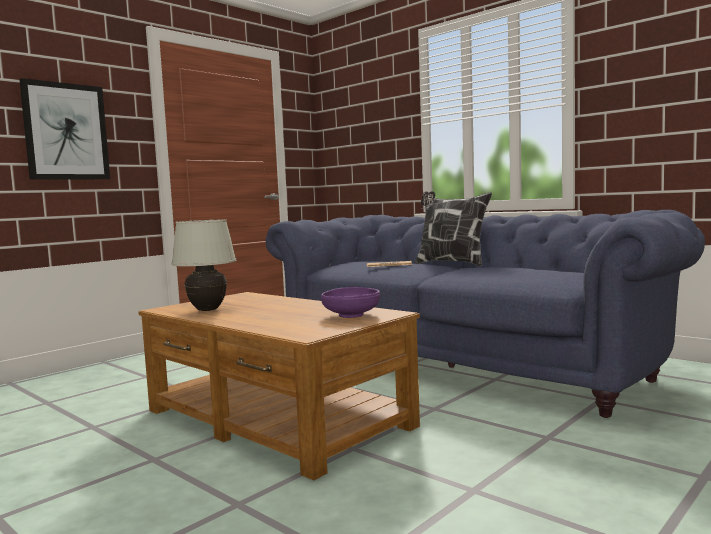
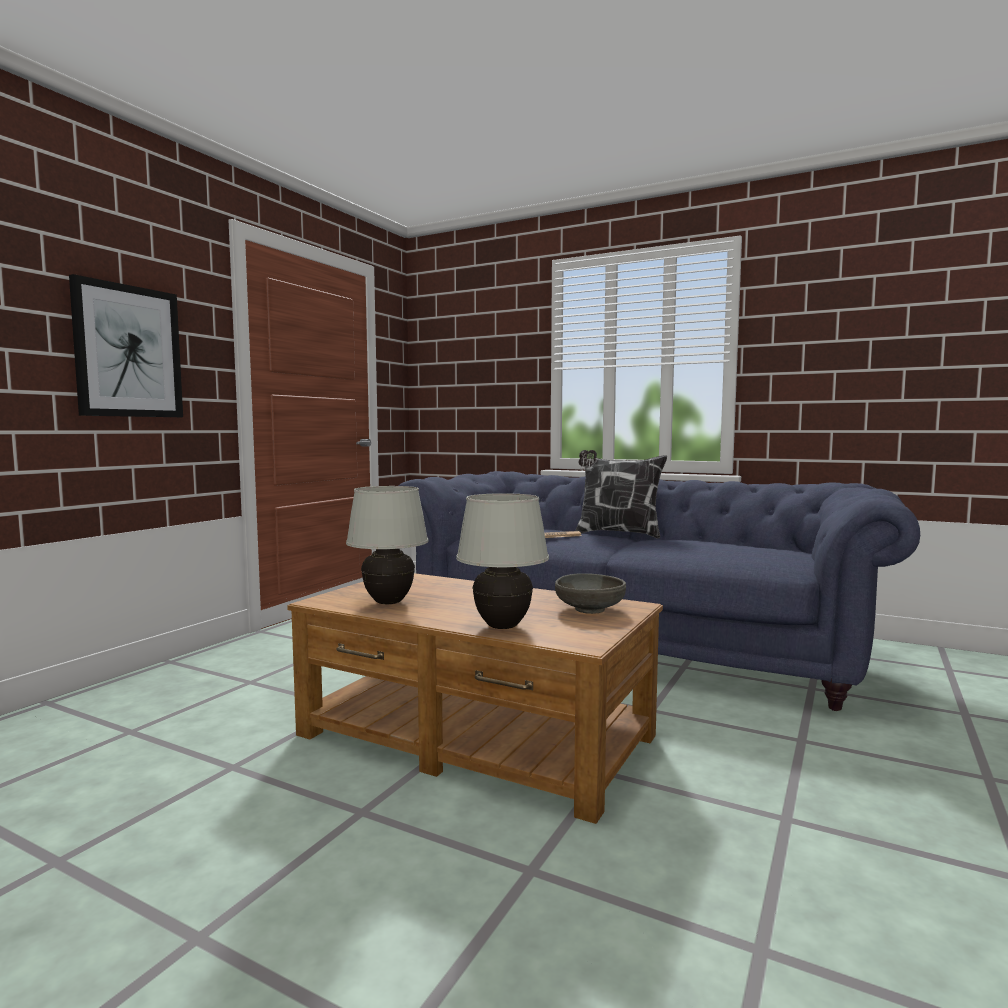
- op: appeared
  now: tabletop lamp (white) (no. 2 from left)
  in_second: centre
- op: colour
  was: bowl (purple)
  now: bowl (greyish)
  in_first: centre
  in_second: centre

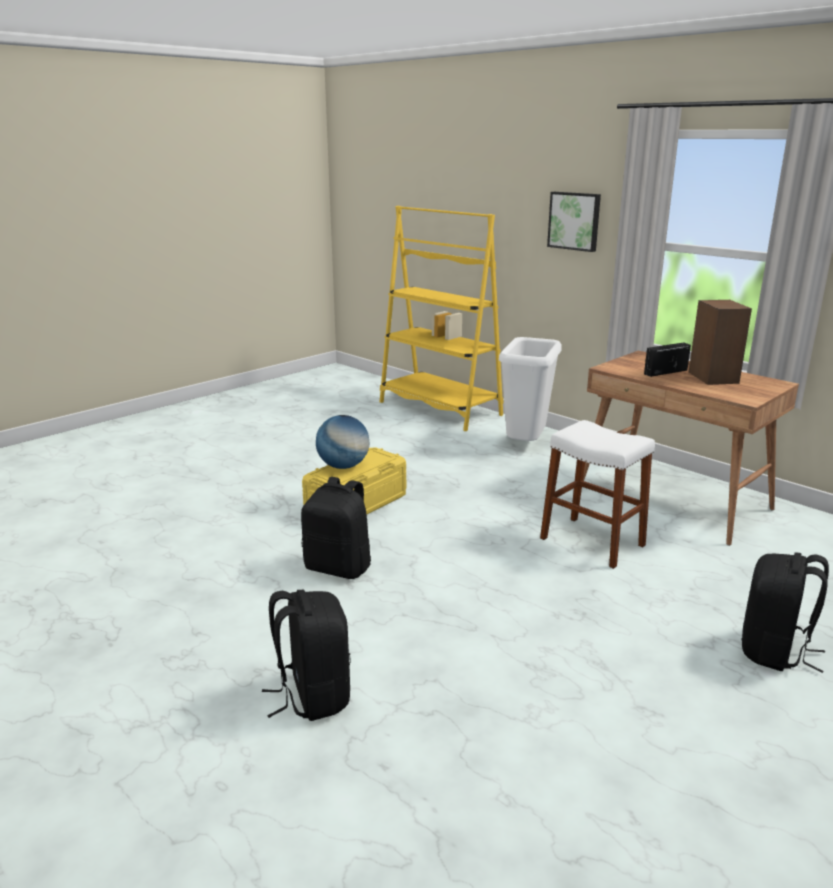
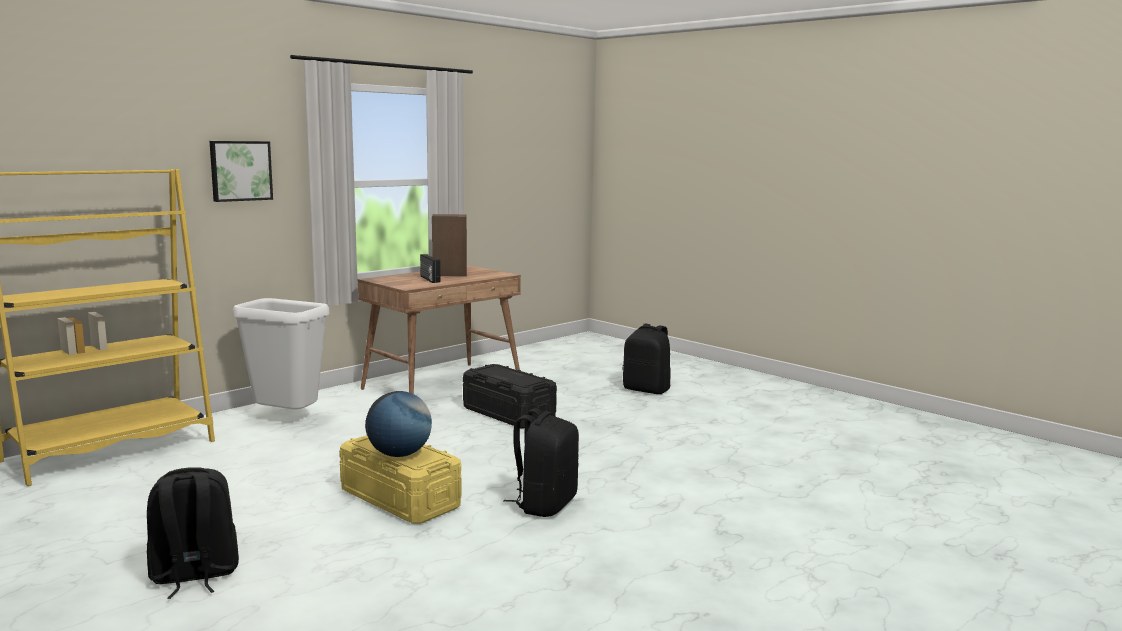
- op: relocated
  was: backpack (blackish) (no. 1 from left)
  in_first: bottom centre
  in_second: bottom left
- op: exchanged
  was: sitting stool (white)
  now: storage bin (blackish)
  in_first: middle right
  in_second: centre

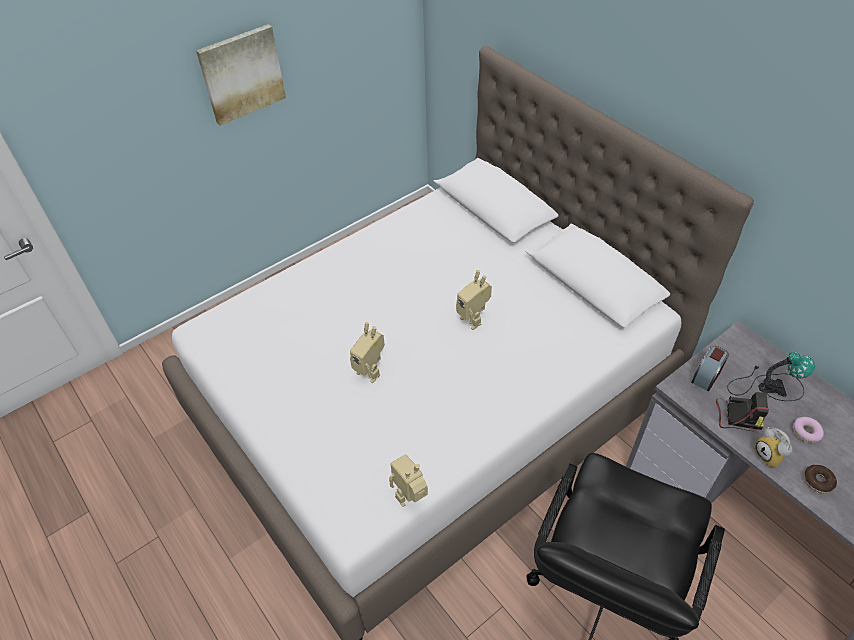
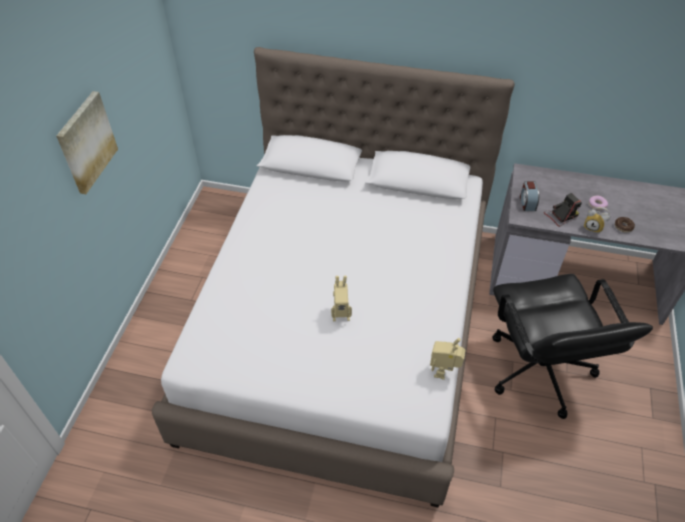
- op: missing
  was: model robot (no. 3 from left)
  in_first: centre
- op: missing
  was: tabletop lamp
  in_first: middle right

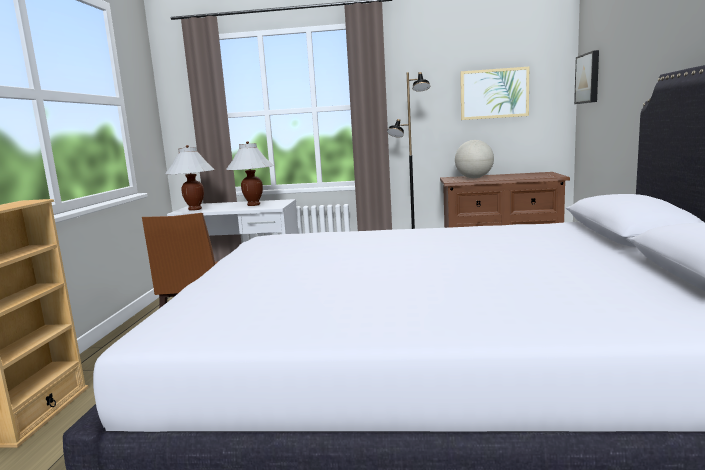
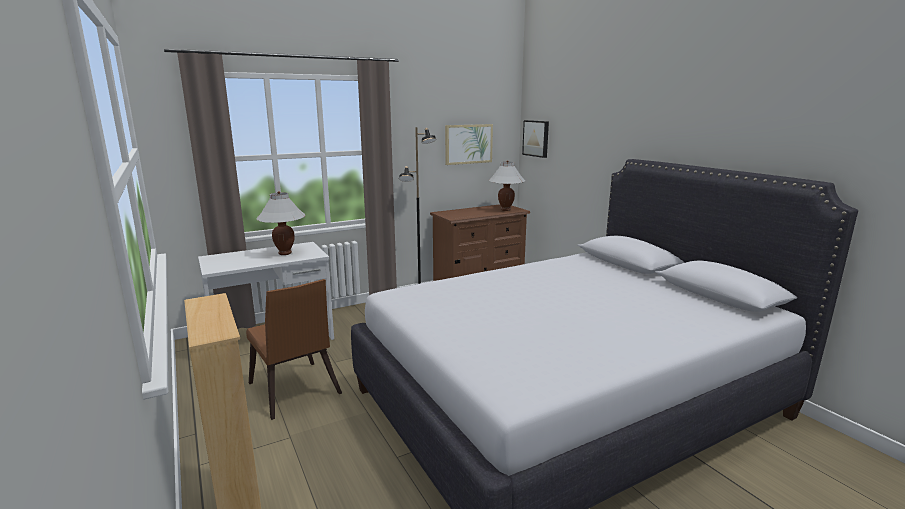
- op: relocated
  was: tabletop lamp (white) (no. 1 from left in the first image)
  now: tabletop lamp (white) (no. 2 from left)
  in_first: middle left
  in_second: centre
- op: missing
  was: desk globe
  in_first: middle right

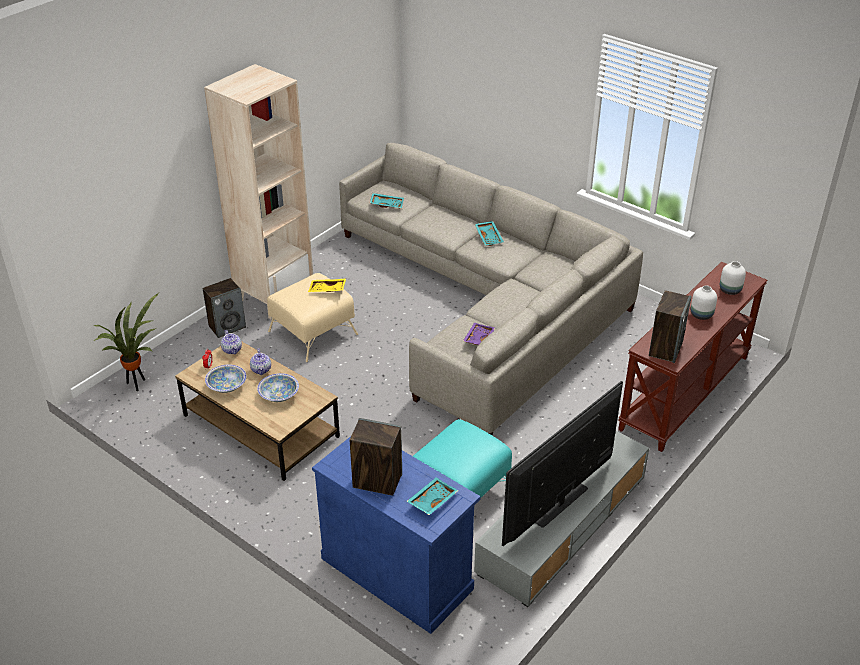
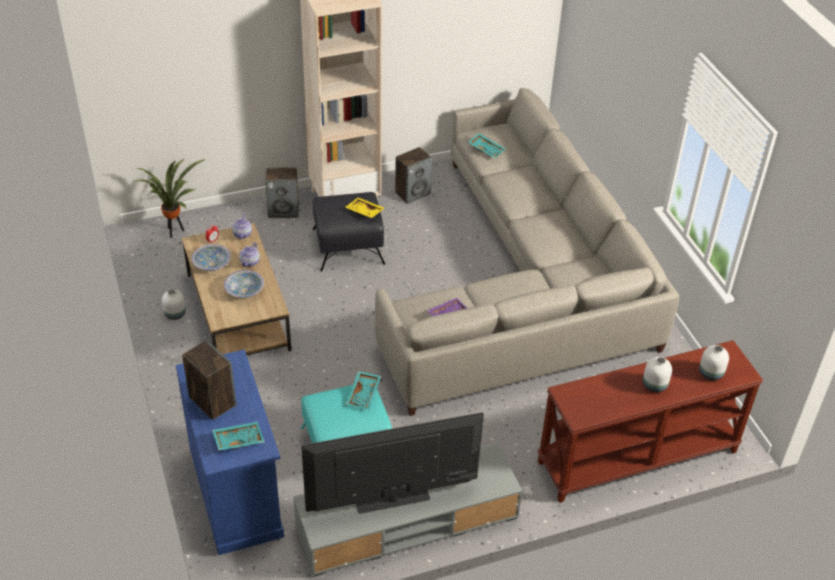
- op: appeared
  now: flower vase (white) (no. 1 from left)
  in_second: middle left
- op: colour
  was: ottoman (sand-coloured)
  now: ottoman (blackish)
  in_first: centre
  in_second: centre
- op: relocated
  was: serving tray (turquoise-coloured) (no. 3 from left in the first image)
  now: serving tray (turquoise-coloured) (no. 2 from left)
  in_first: centre
  in_second: bottom centre
- op: relocated
  was: audio speaker (no. 3 from left)
  in_first: middle right
  in_second: top centre

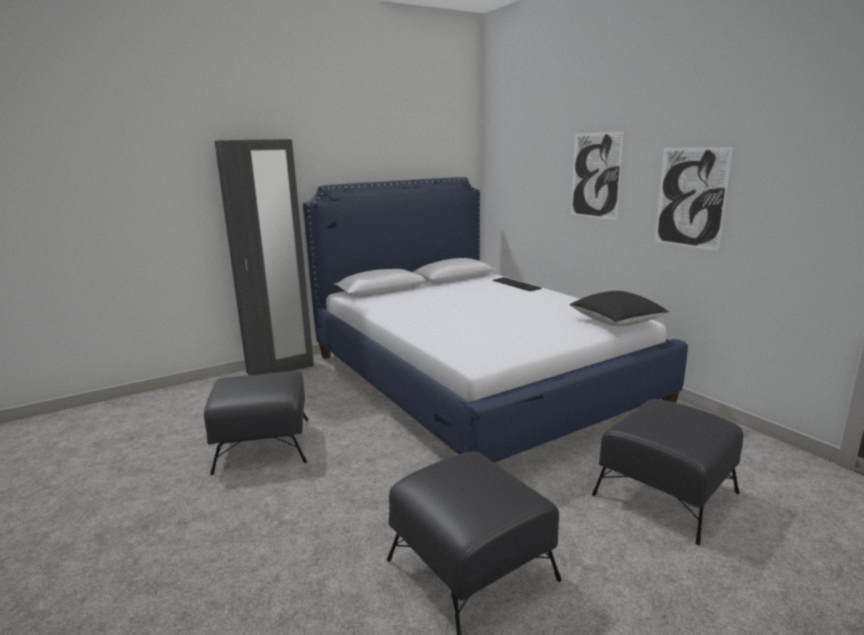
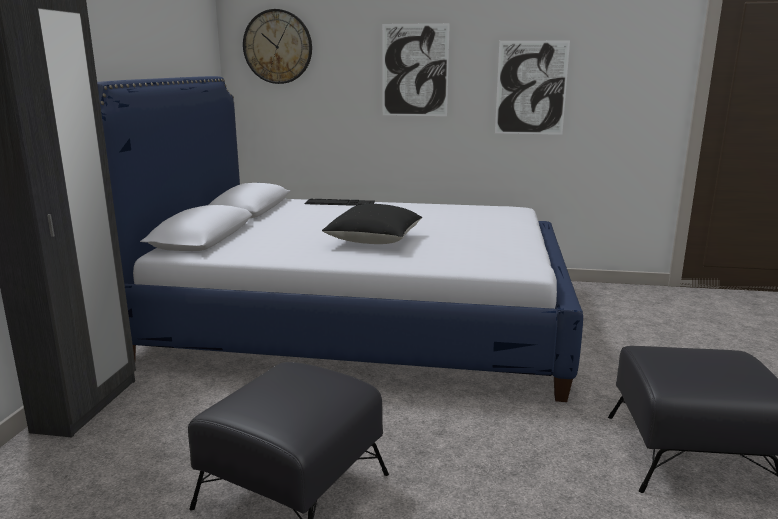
- op: appeared
  now: clock on the wall
  in_second: top centre
- op: relocated
  was: throw pillow (blackish)
  in_first: middle right
  in_second: centre
- op: missing
  was: ottoman (blackish) (no. 3 from left)
  in_first: bottom right

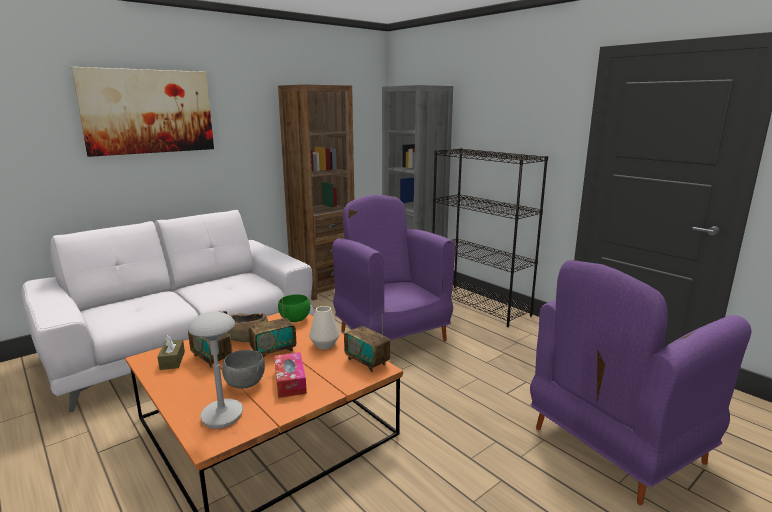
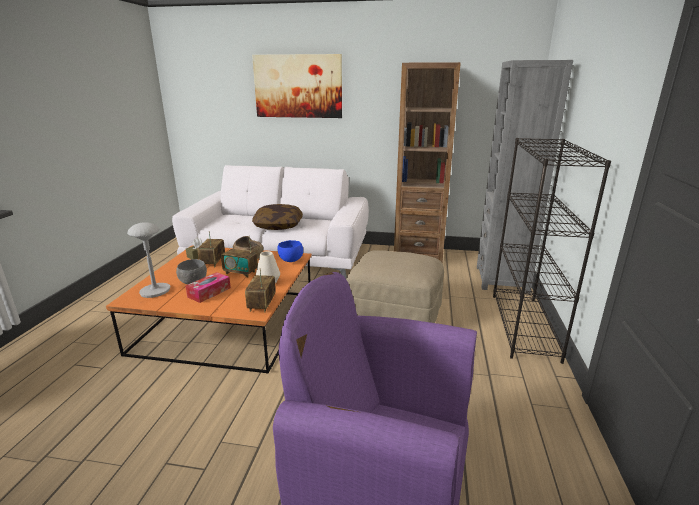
- op: appeared
  now: throw pillow
  in_second: centre
- op: colour
  was: bowl (greenish)
  now: bowl (blue)
  in_first: centre
  in_second: centre
- op: exchanged
  was: armchair (purple) (no. 1 from left)
  now: ottoman (sand-coloured)
  in_first: centre
  in_second: centre

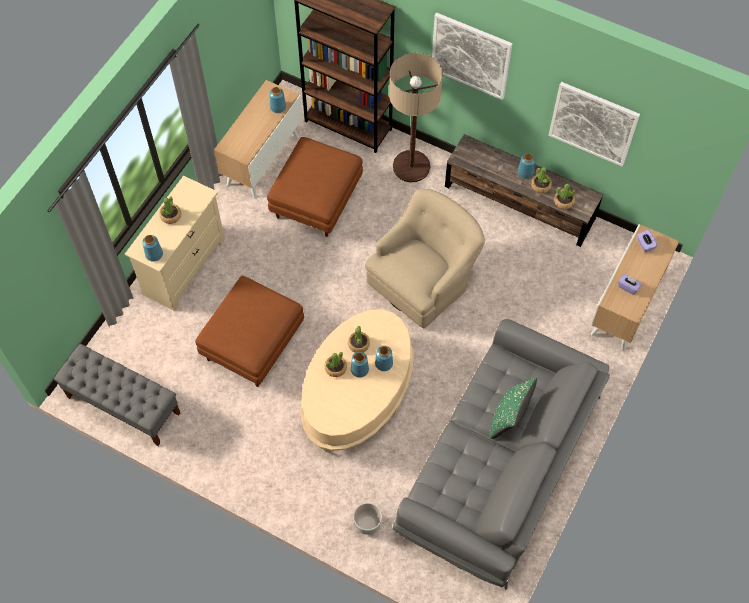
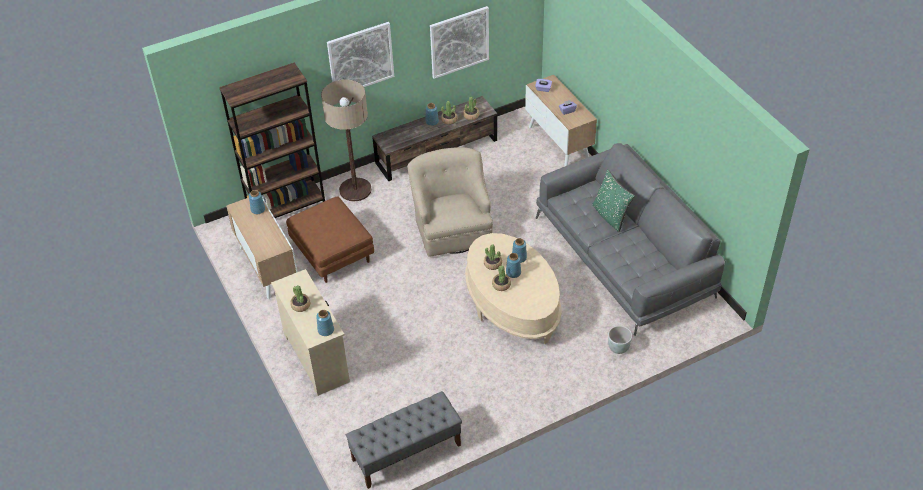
- op: missing
  was: ottoman (brown-coloured) (no. 1 from left)
  in_first: middle left

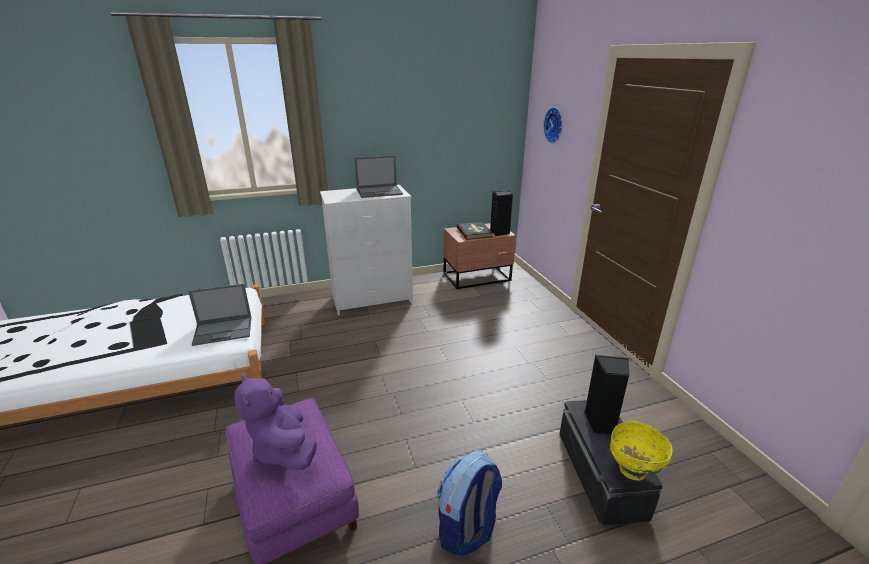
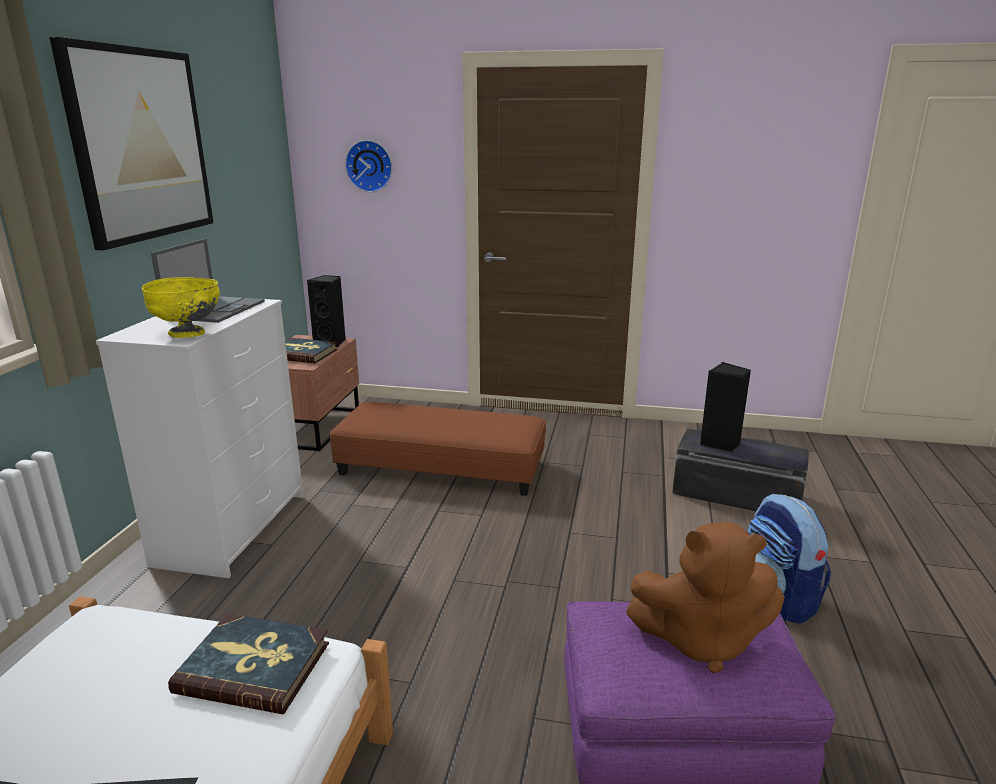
- op: appeared
  now: wall picture
  in_second: top left
- op: relocated
  was: bowl (yellowish)
  in_first: bottom right
  in_second: middle left
- op: exchanged
  was: notebook computer (no. 1 from left)
  now: volume (no. 1 from left)
  in_first: middle left
  in_second: bottom left
- op: appeared
  now: ottoman (brown-coloured)
  in_second: centre
- op: colour
  was: soft toy (purple)
  now: soft toy (brown-coloured)
  in_first: bottom left
  in_second: bottom right

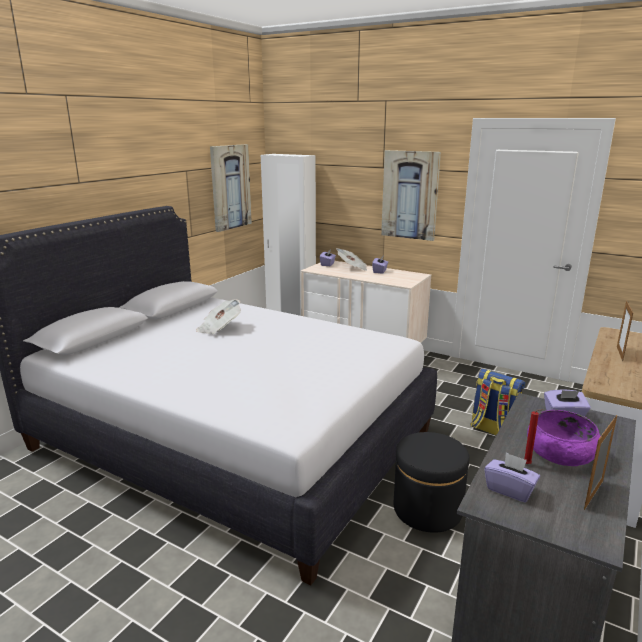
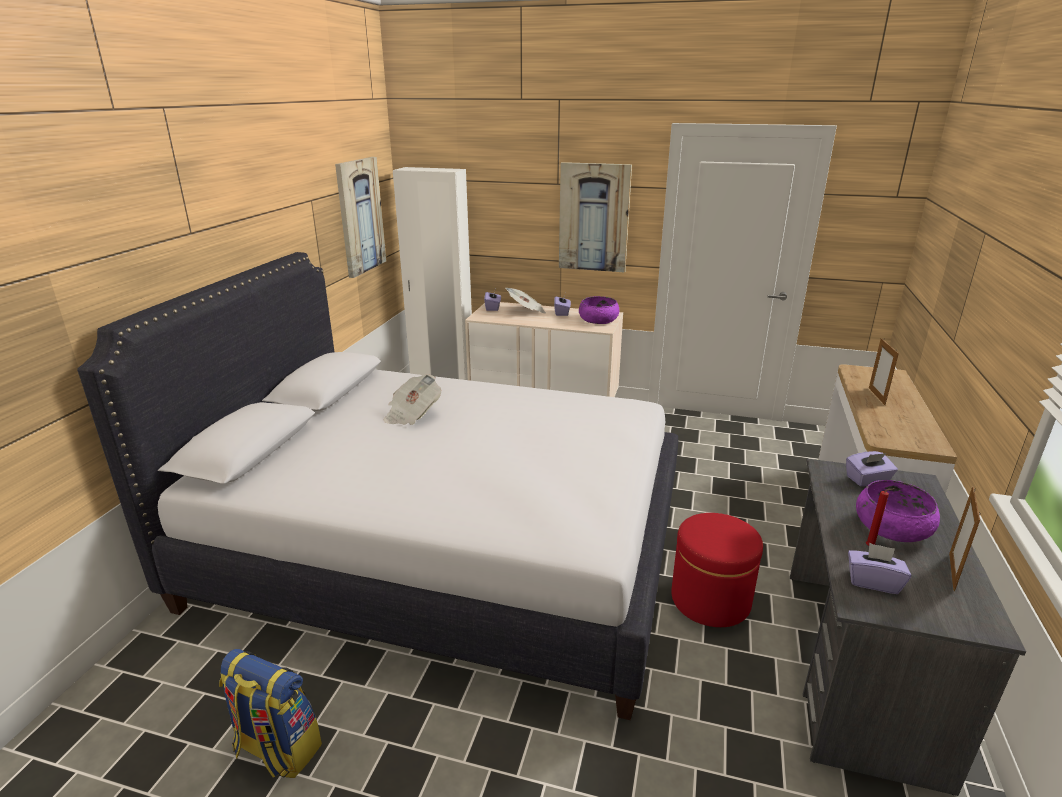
- op: relocated
  was: backpack
  in_first: middle right
  in_second: bottom left
- op: appeared
  now: bowl (purple) (no. 1 from left)
  in_second: centre
- op: colour
  was: ottoman (blackish)
  now: ottoman (reddish)
  in_first: bottom right
  in_second: bottom right

